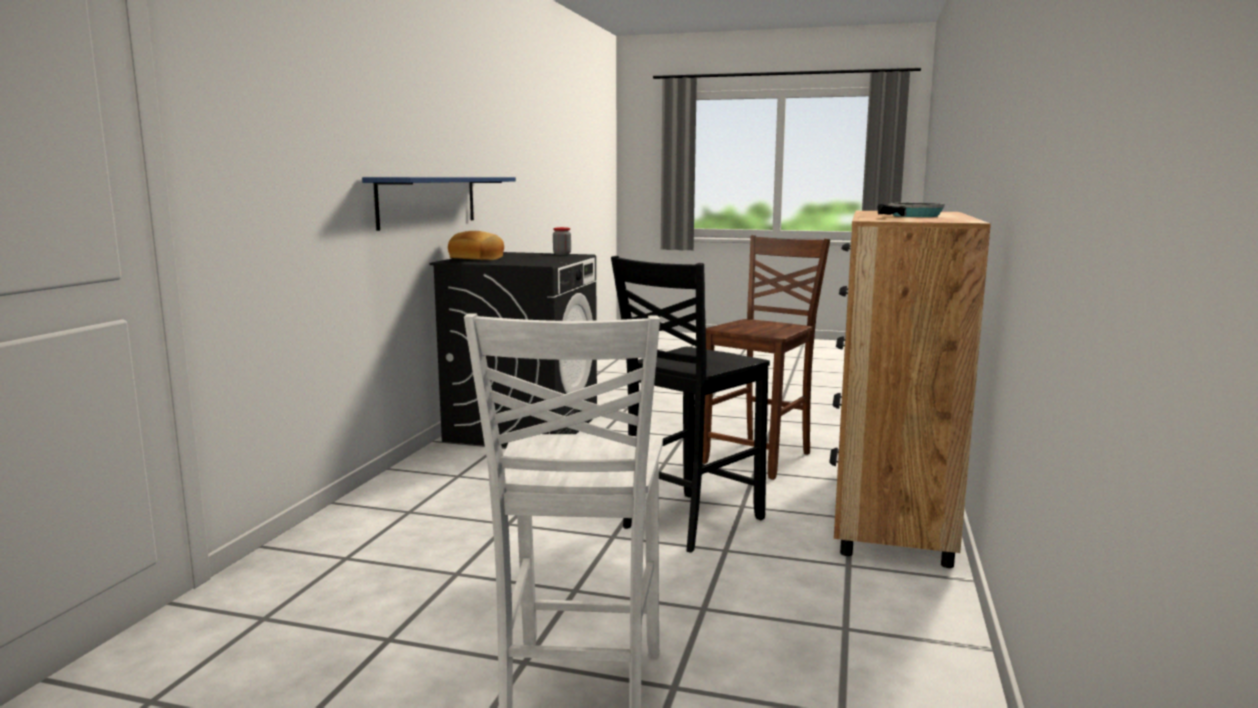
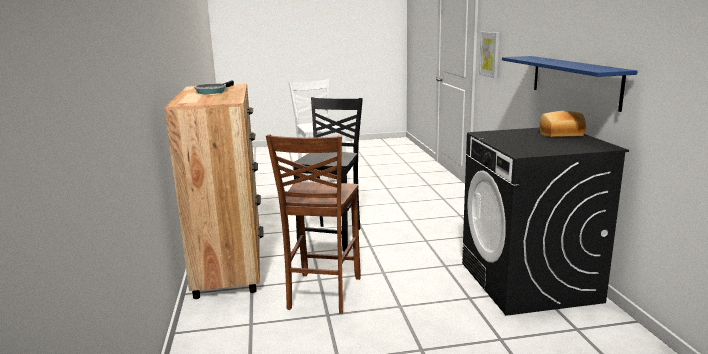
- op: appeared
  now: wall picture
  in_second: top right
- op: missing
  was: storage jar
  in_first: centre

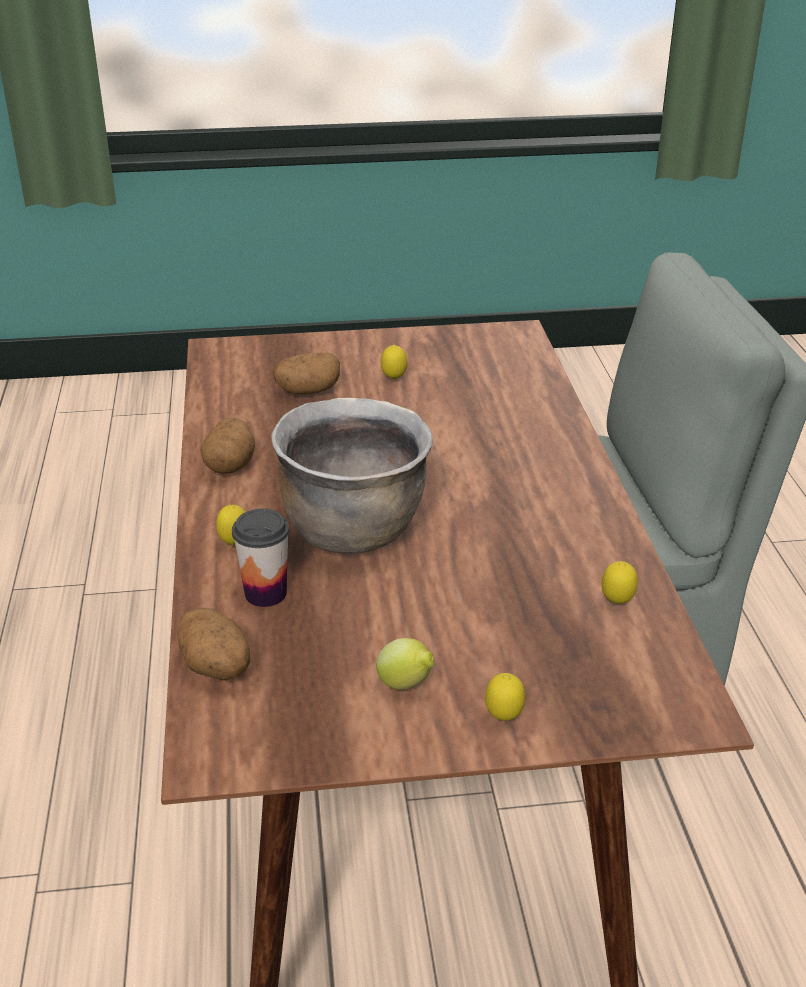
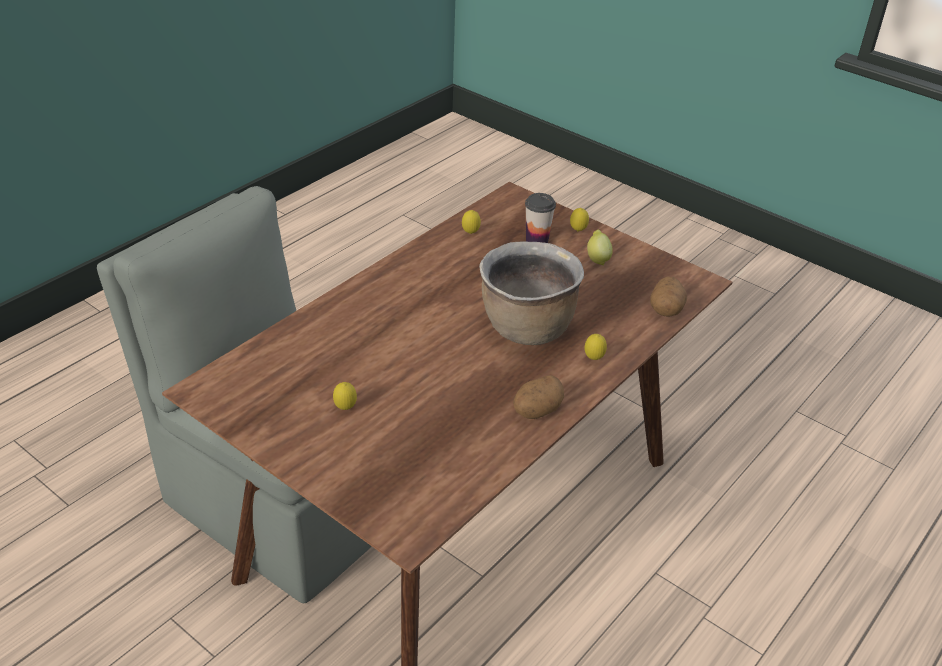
- op: relocated
  was: small cup
  in_first: middle left
  in_second: top centre
- op: missing
  was: spud (no. 3 from left)
  in_first: centre

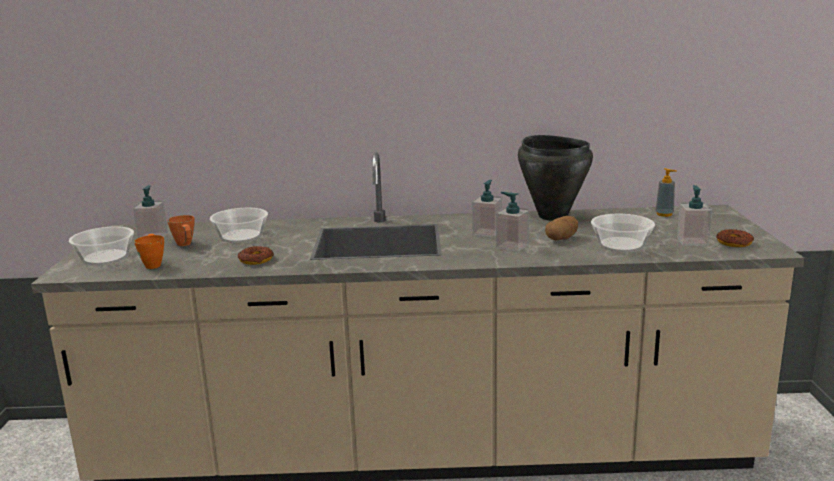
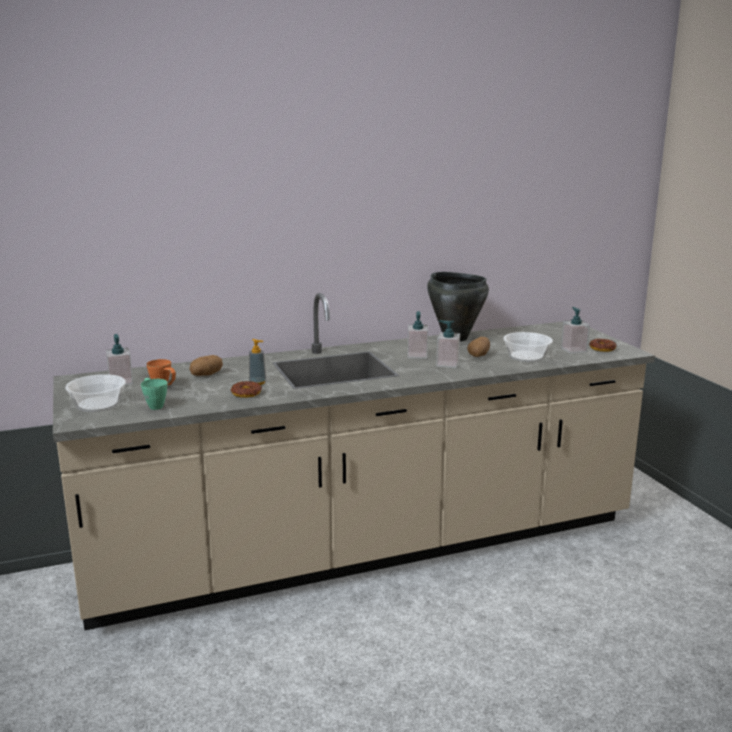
- op: colour
  was: coffee mug (orangey) (no. 1 from left)
  now: coffee mug (greenish)
  in_first: middle left
  in_second: middle left
- op: exchanged
  was: bowl (no. 2 from left)
  now: spud (no. 1 from left)
  in_first: middle left
  in_second: middle left
- op: relocated
  was: soap bottle (no. 4 from left in the first image)
  now: soap bottle (no. 2 from left)
  in_first: middle right
  in_second: centre

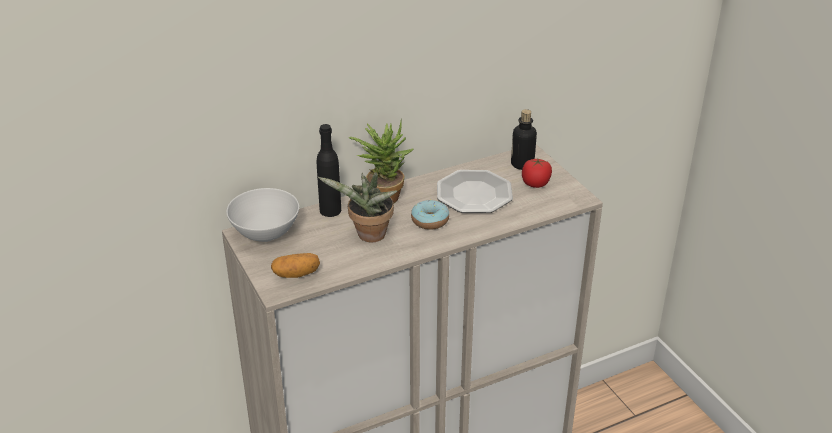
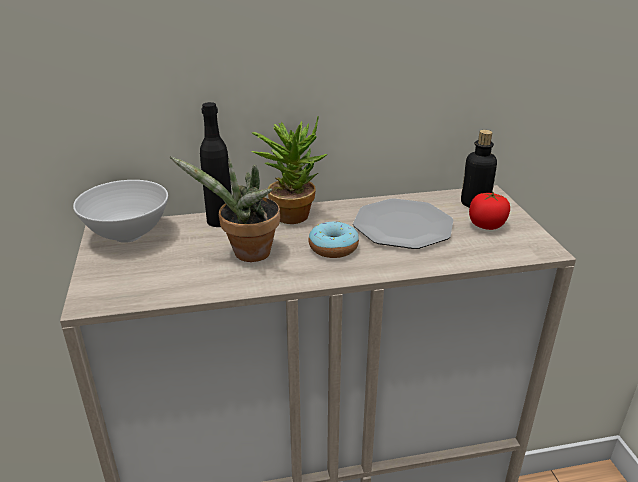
- op: missing
  was: spud
  in_first: centre

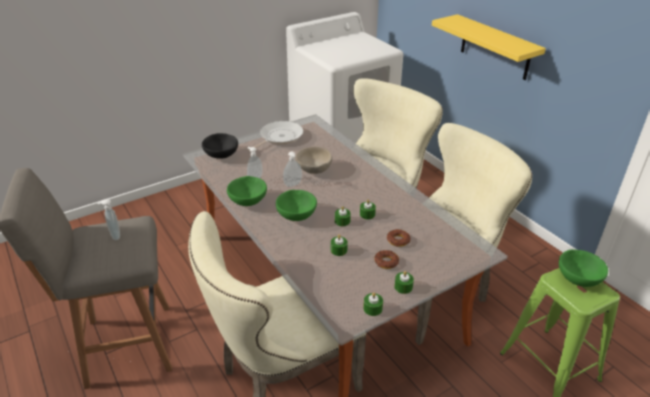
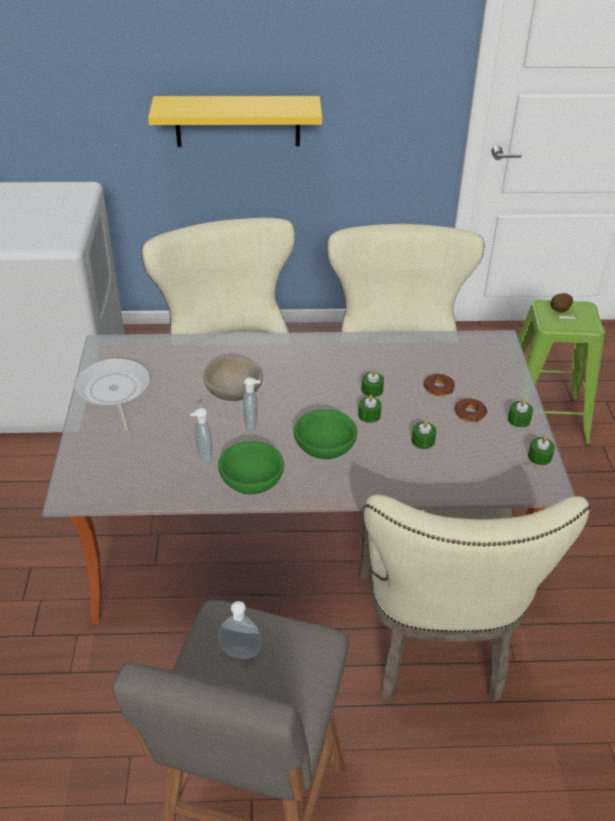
- op: exchanged
  was: bowl (greenish) (no. 3 from left)
  now: spud
  in_first: bottom right
  in_second: middle right
- op: missing
  was: bowl (blackish)
  in_first: centre

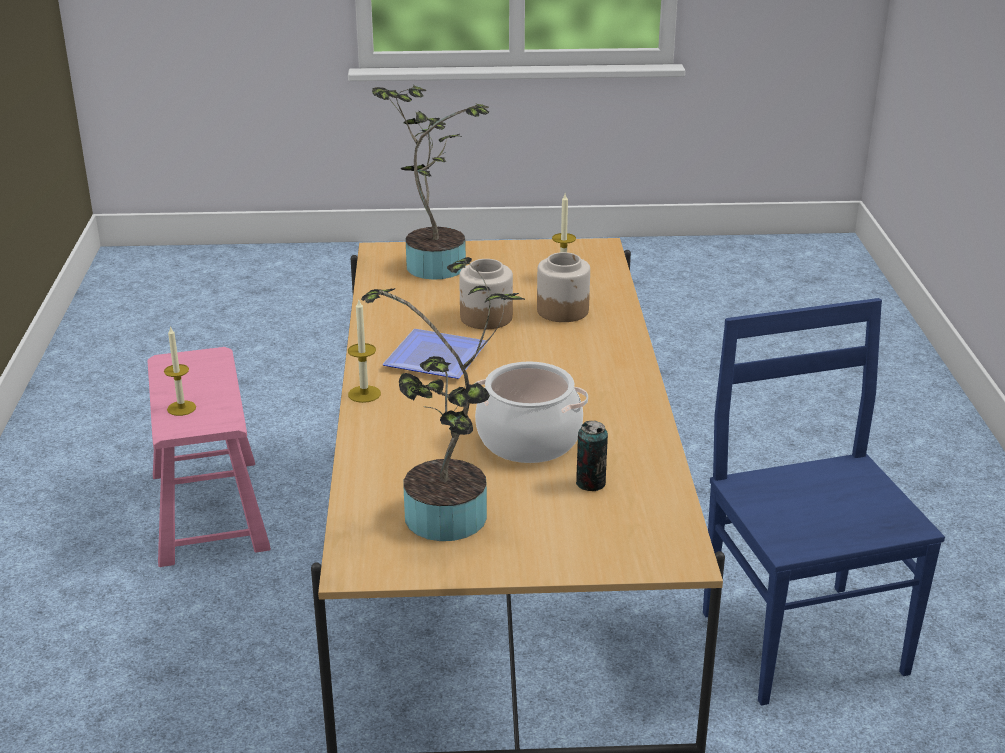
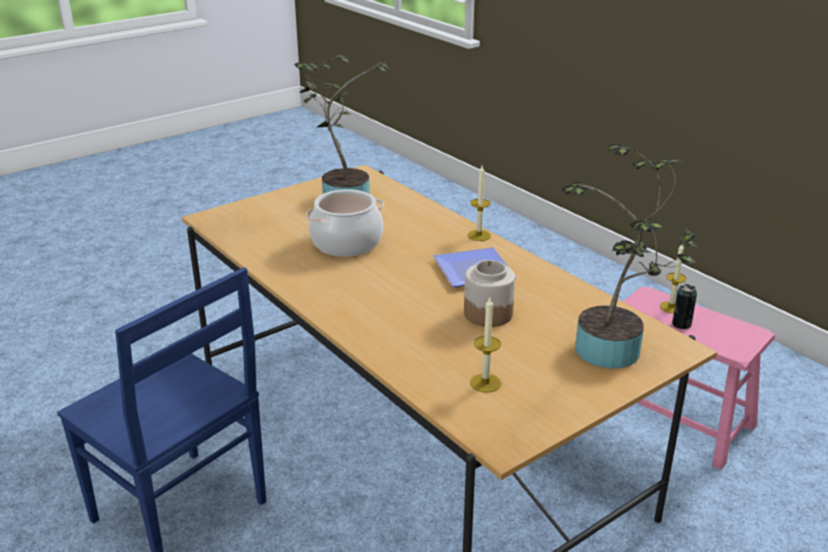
- op: relocated
  was: metal can
  in_first: centre
  in_second: middle right
- op: missing
  was: storage jar (no. 2 from left)
  in_first: centre

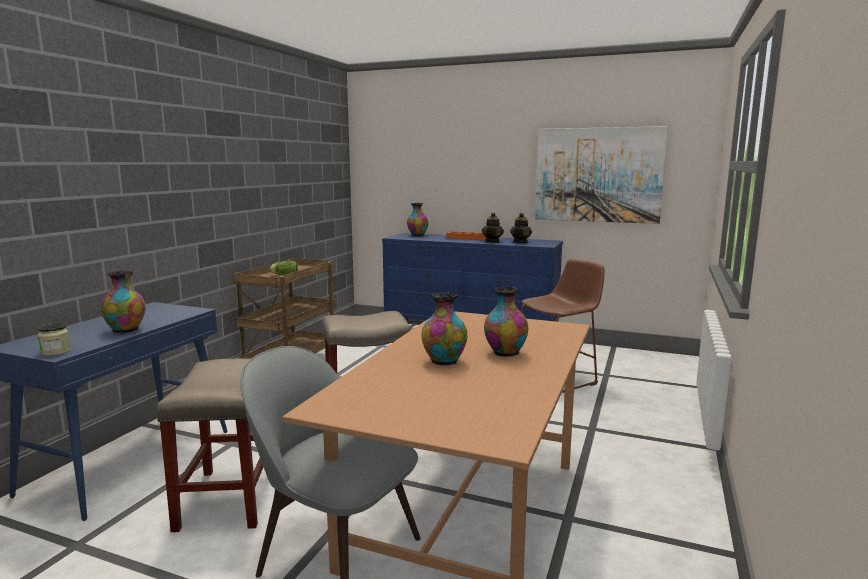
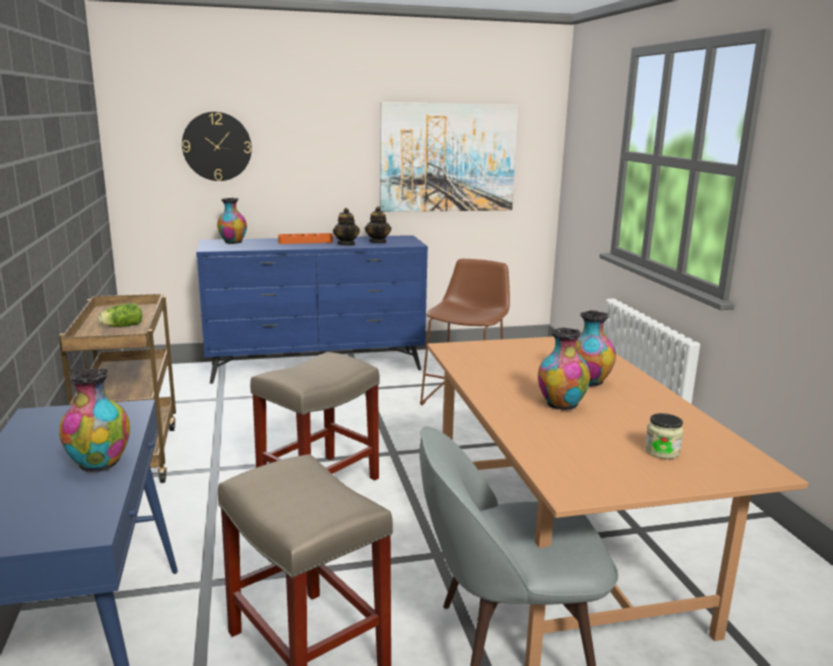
- op: appeared
  now: clock on the wall
  in_second: top left
- op: relocated
  was: storage jar
  in_first: middle left
  in_second: middle right

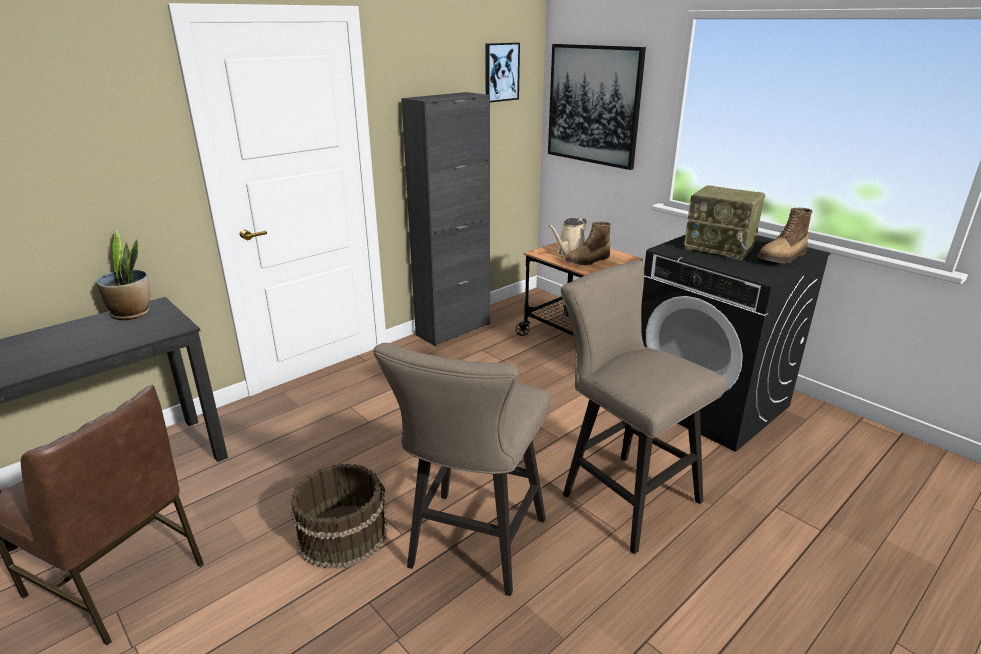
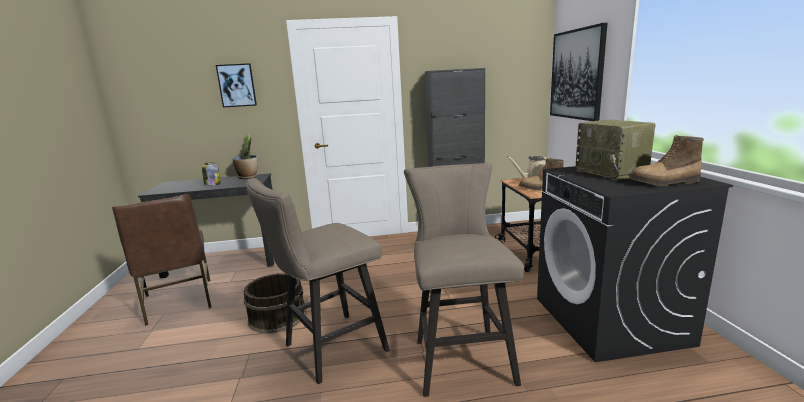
- op: appeared
  now: storage jar
  in_second: middle left
- op: relocated
  was: wall picture (no. 1 from left)
  in_first: top centre
  in_second: top left

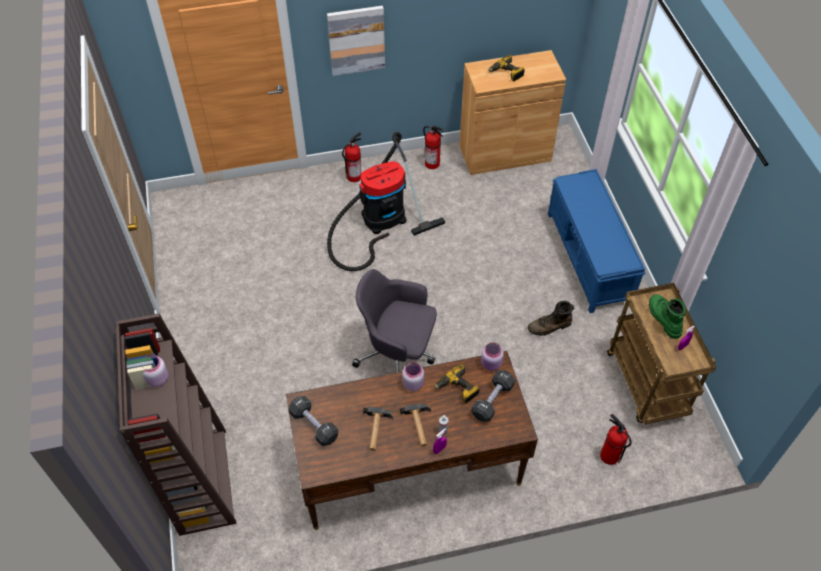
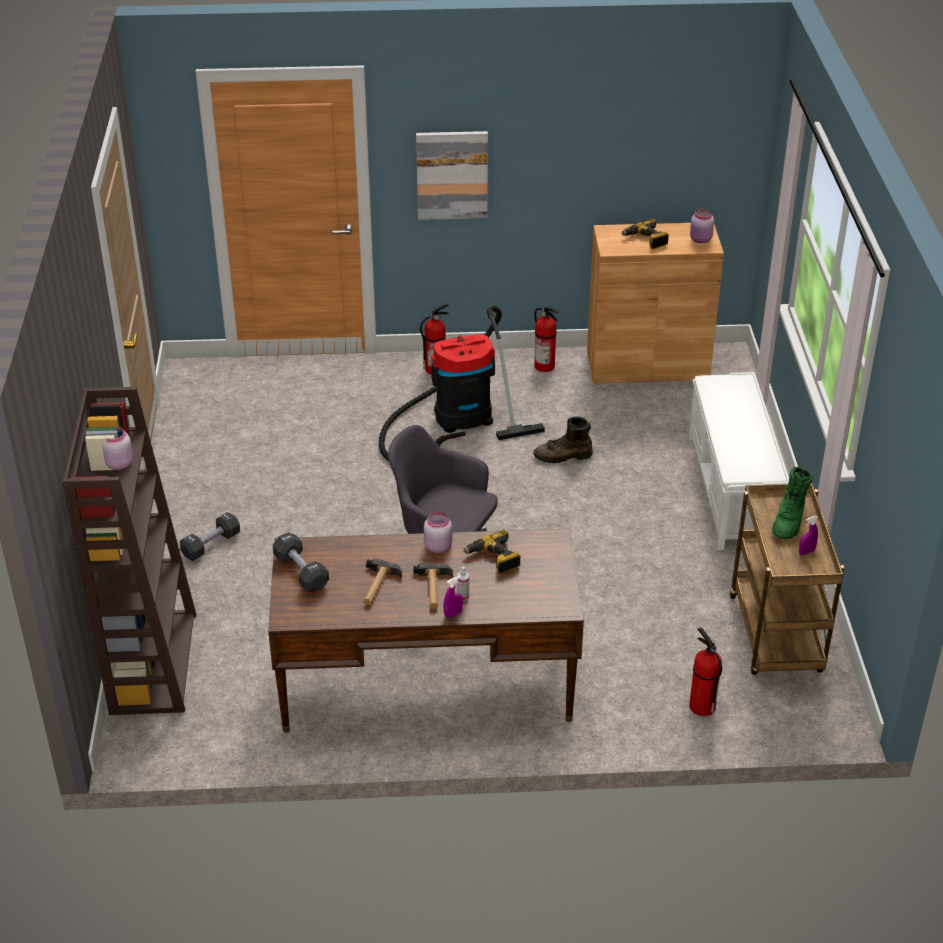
- op: relocated
  was: dumbbell (blackish) (no. 2 from left in the first image)
  now: dumbbell (blackish) (no. 1 from left)
  in_first: bottom centre
  in_second: middle left
- op: relocated
  was: boot (brown-coloured)
  in_first: middle right
  in_second: centre
- op: colour
  was: indoor bench (blue)
  now: indoor bench (white)
  in_first: middle right
  in_second: middle right
- op: relocated
  was: storage jar (pink) (no. 3 from left)
  in_first: centre
  in_second: top right
- op: spun
  was: boot (greenish)
  in_first: middle right
  in_second: middle right
  clockwise: -150

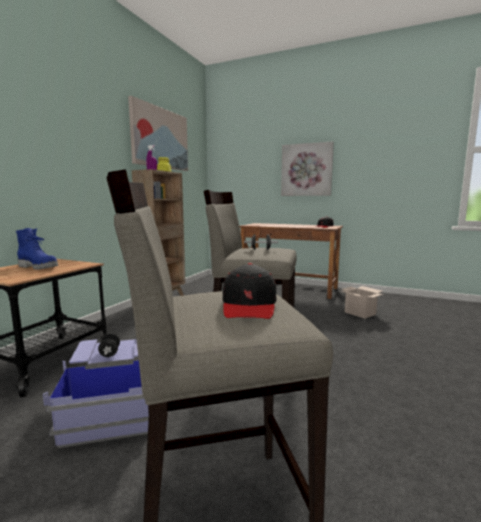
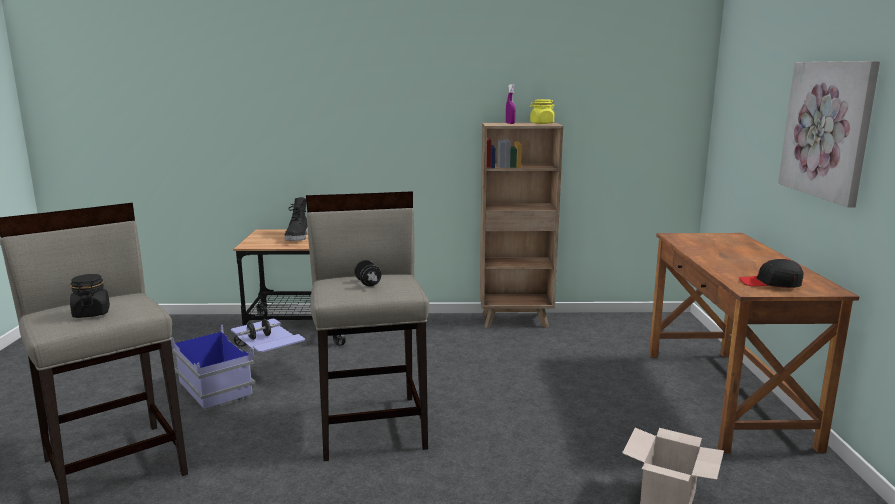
- op: exchanged
  was: peaked cap (blackish) (no. 1 from left)
  now: storage jar (blackish)
  in_first: centre
  in_second: middle left
- op: colour
  was: boot (blue)
  now: boot (blackish)
  in_first: middle left
  in_second: middle left
- op: missing
  was: wall picture (no. 1 from left)
  in_first: top left

